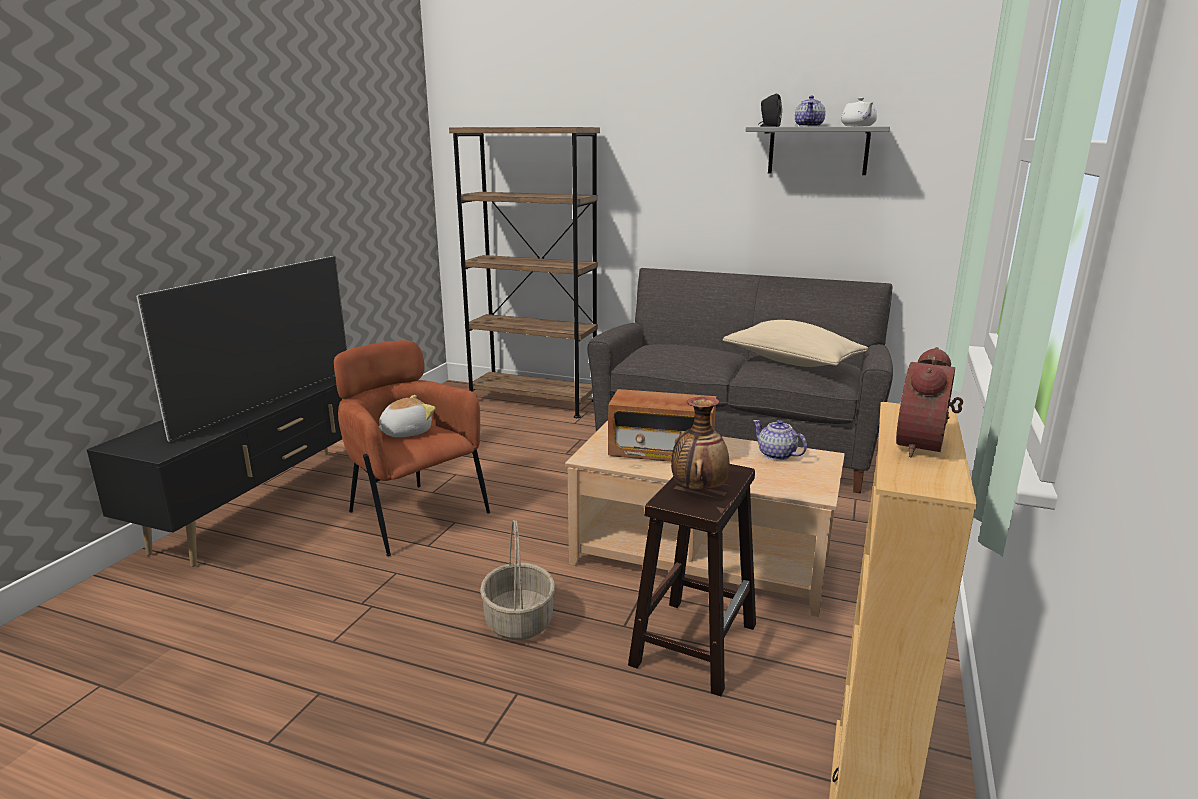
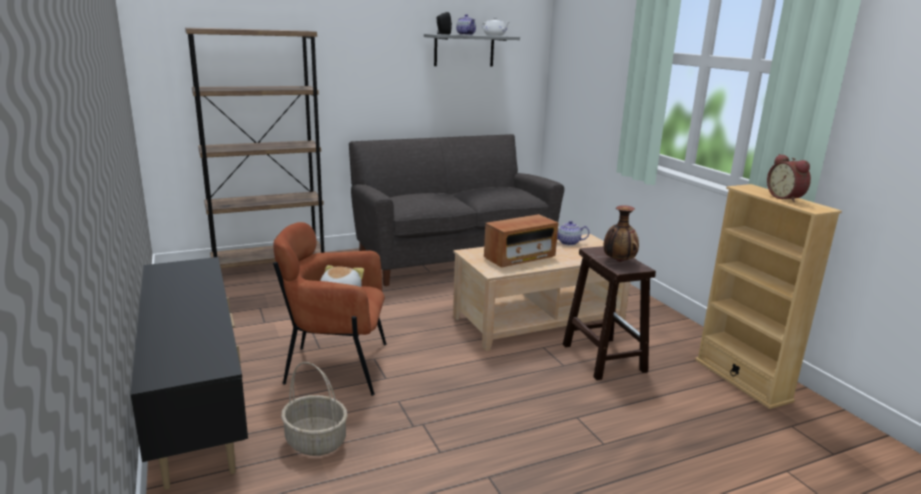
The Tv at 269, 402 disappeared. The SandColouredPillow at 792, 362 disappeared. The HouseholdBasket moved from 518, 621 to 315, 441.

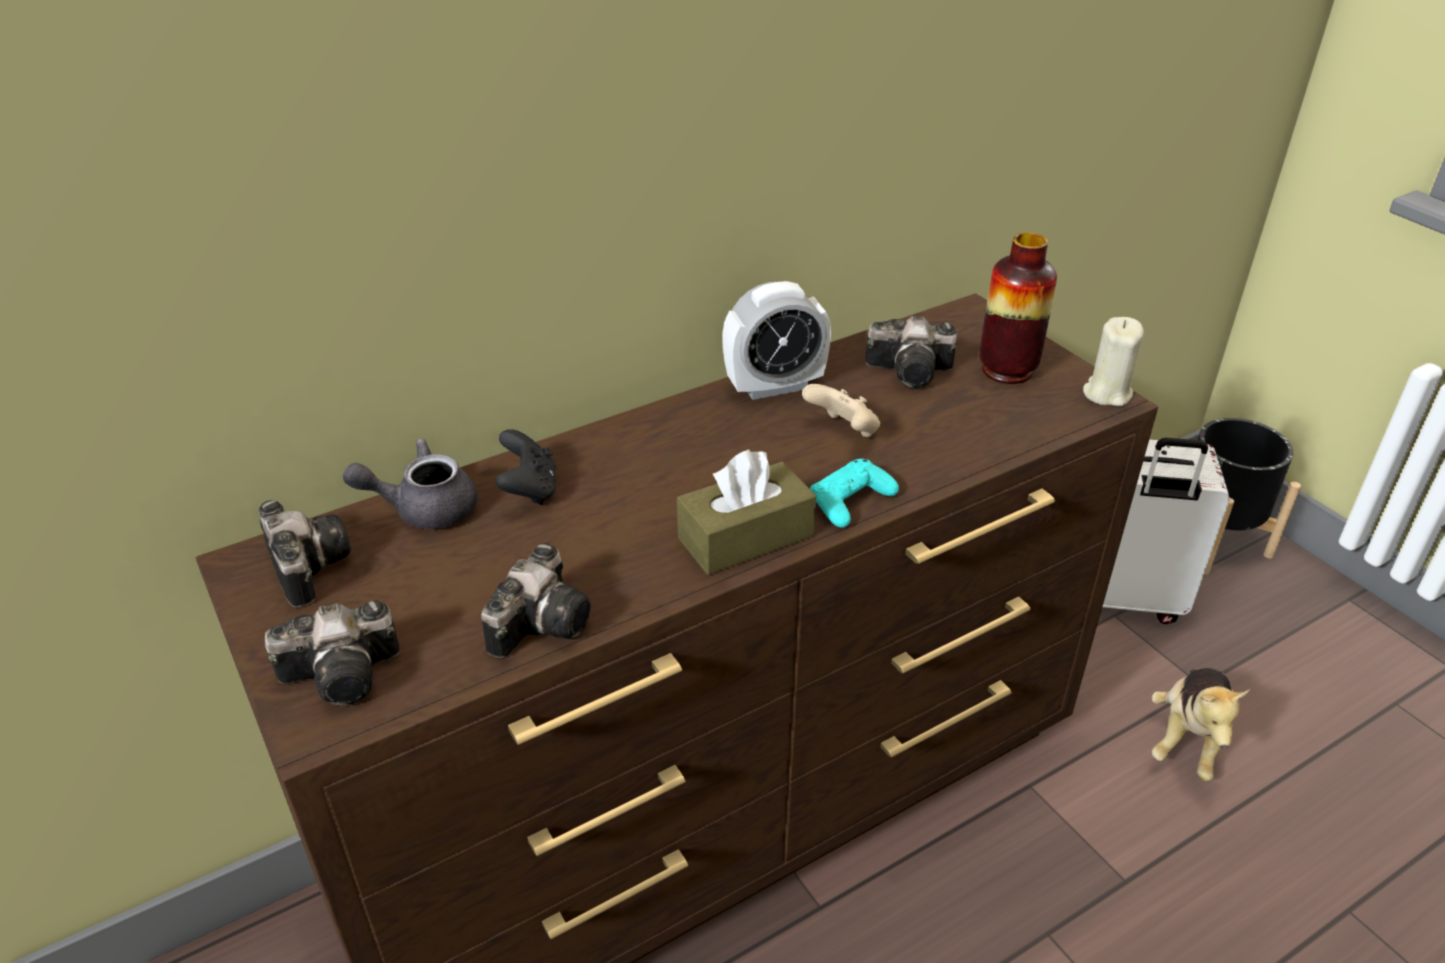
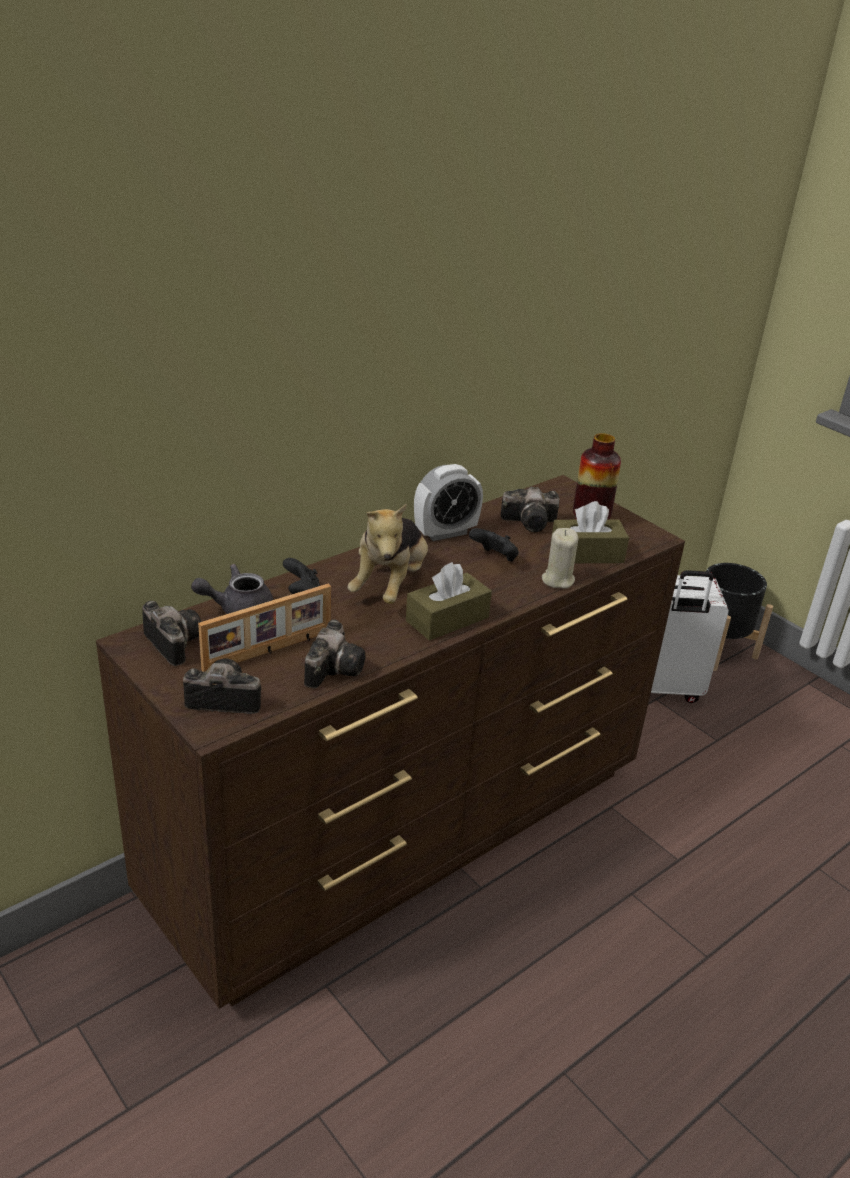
The SandColouredWaxCandle moved from 1106, 393 to 557, 580. The SandColouredJoypad at 843, 431 became the BlackJoypad at 494, 558. The TurquoiseColouredJoypad at 850, 501 disappeared. The StillCamera at 347, 673 turned 150 degrees counterclockwise. The CuddlyToy moved from 1188, 739 to 390, 585. The BrownColouredTissueHolder at 586, 554 appeared. The PhotoFrame at 269, 651 appeared.

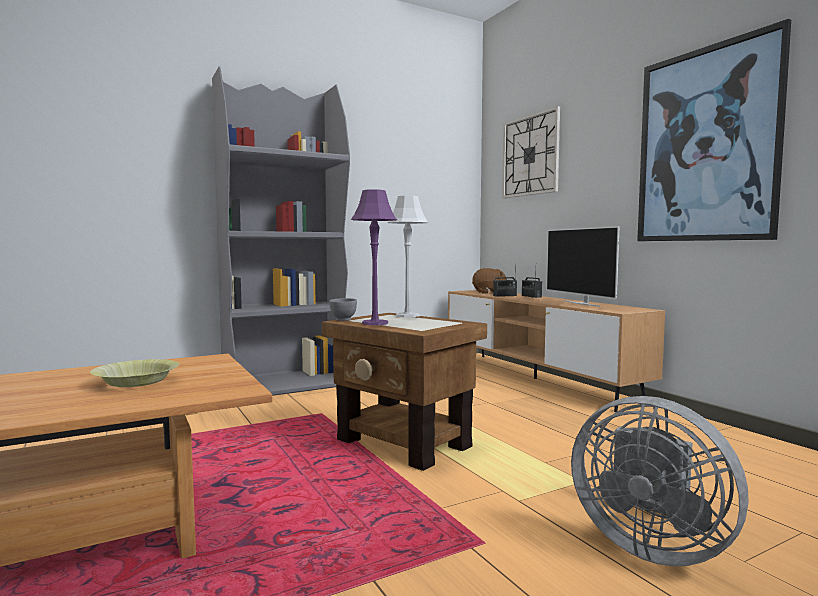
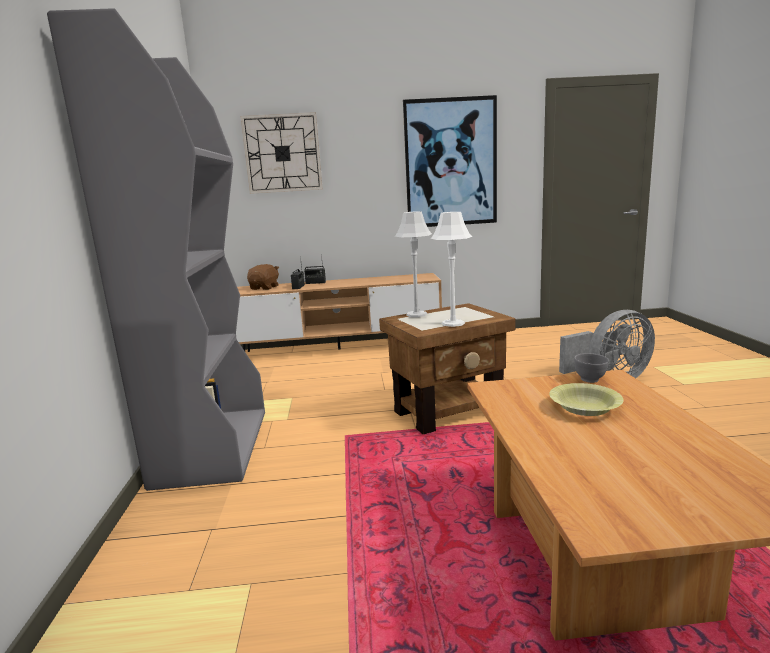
The PurplishLampForATable at 375, 323 became the WhiteColouredLampForATable at 453, 323. The Tv at 581, 303 disappeared. The GreyBowl moved from 343, 320 to 590, 380.

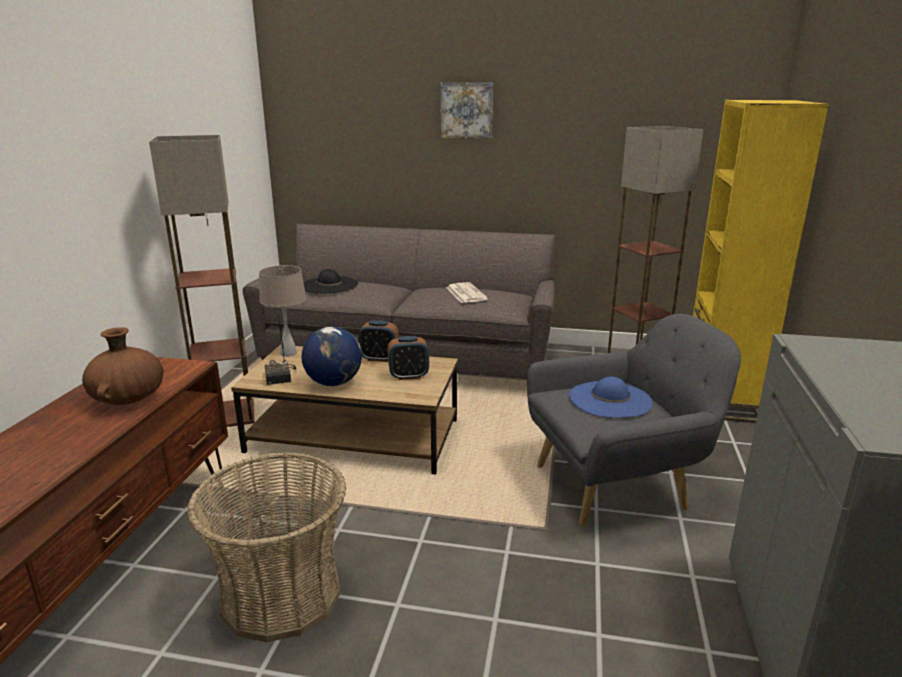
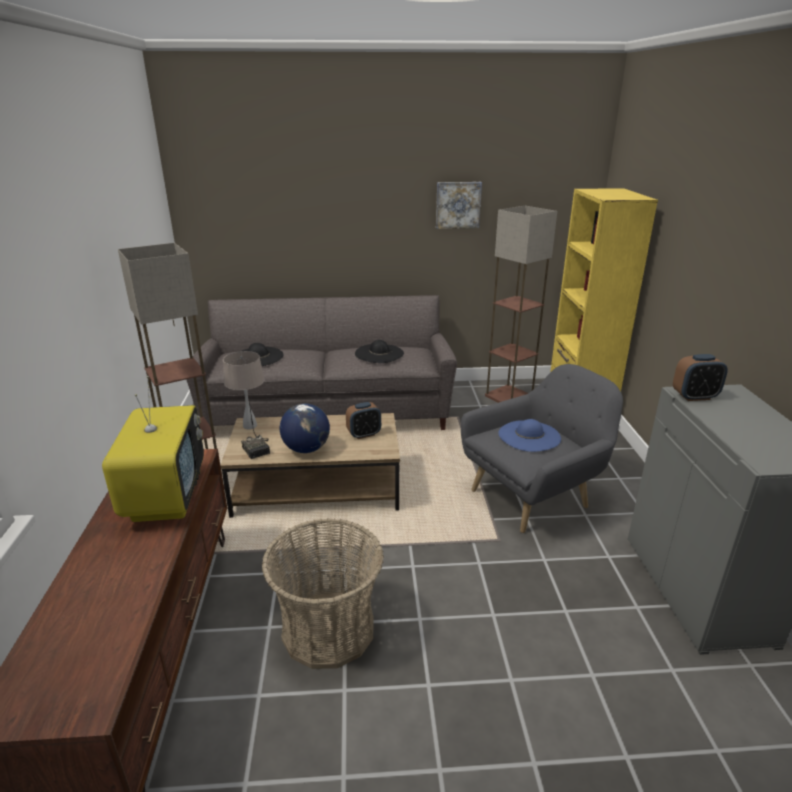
The WallPicture moved from 466, 110 to 458, 205. The DailyPaper at 465, 293 was replaced by the BlackClothingHat at 379, 353. The AlarmClock moved from 379, 358 to 694, 397. The BrownColouredFlowerVase at 128, 399 was replaced by the Tv at 166, 496.

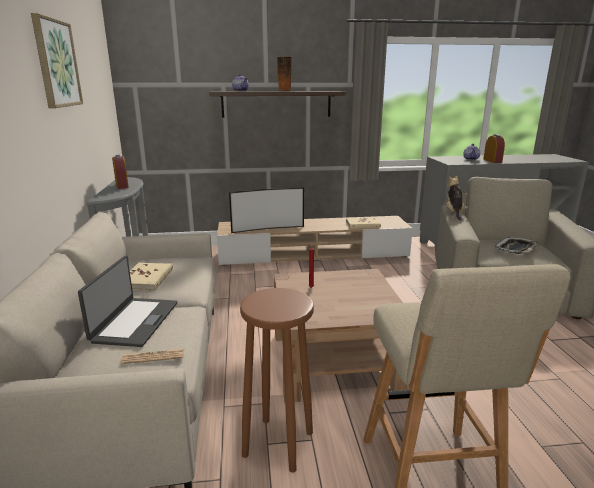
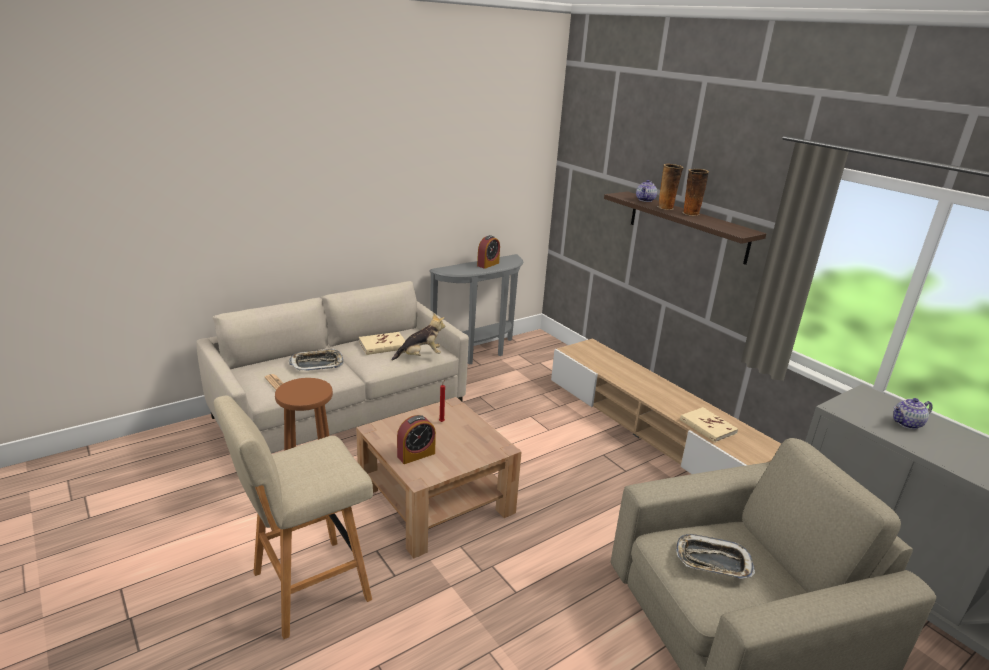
The WallPicture at 56, 63 disappeared. The AlarmClock moved from 492, 161 to 416, 455. The CuddlyToy moved from 454, 213 to 420, 356. The Tv at 267, 228 disappeared. The PortableComputer at 134, 321 was replaced by the ServingTray at 317, 364. The FlowerVase at 666, 208 appeared.

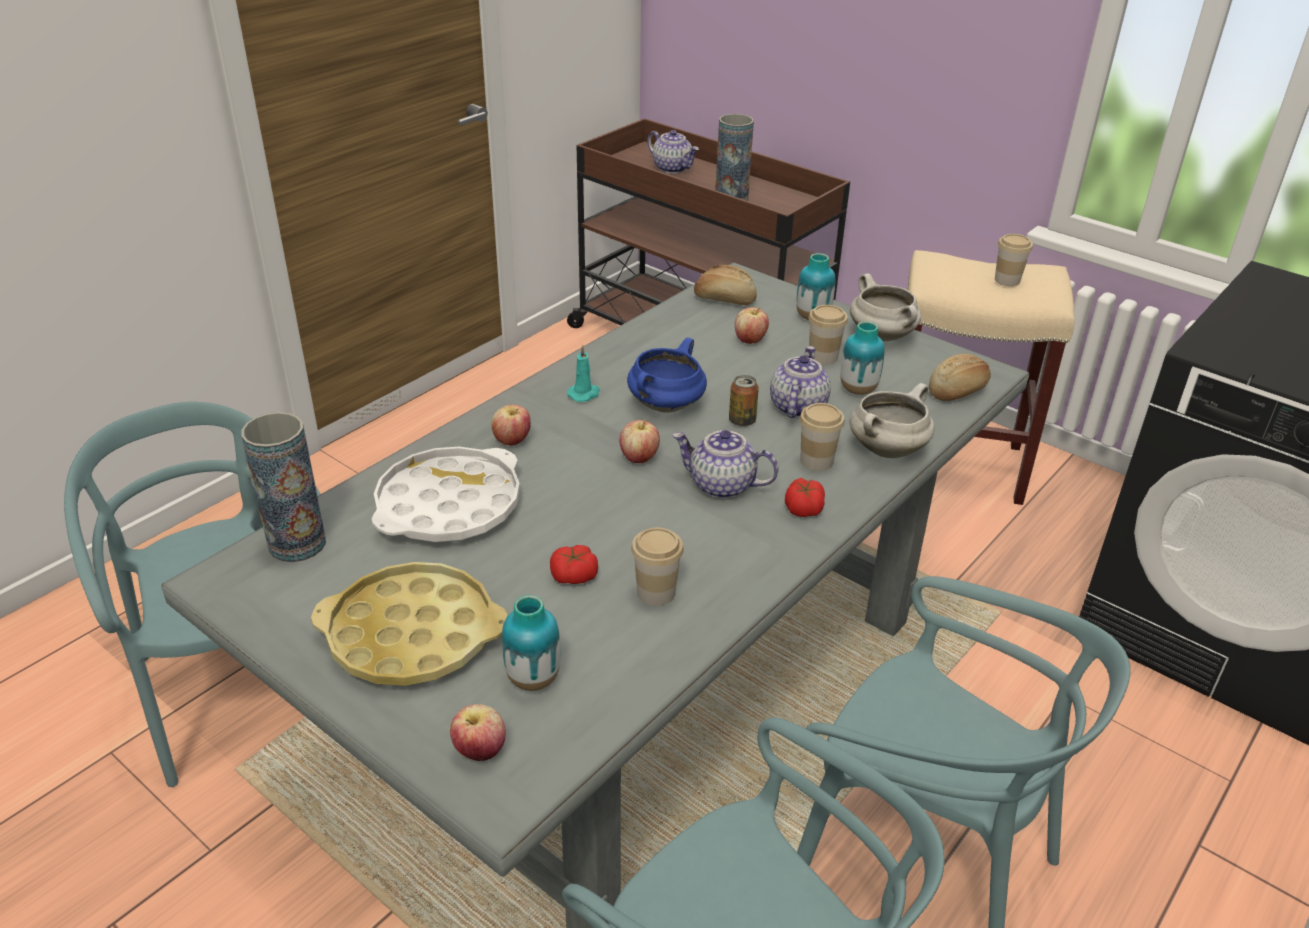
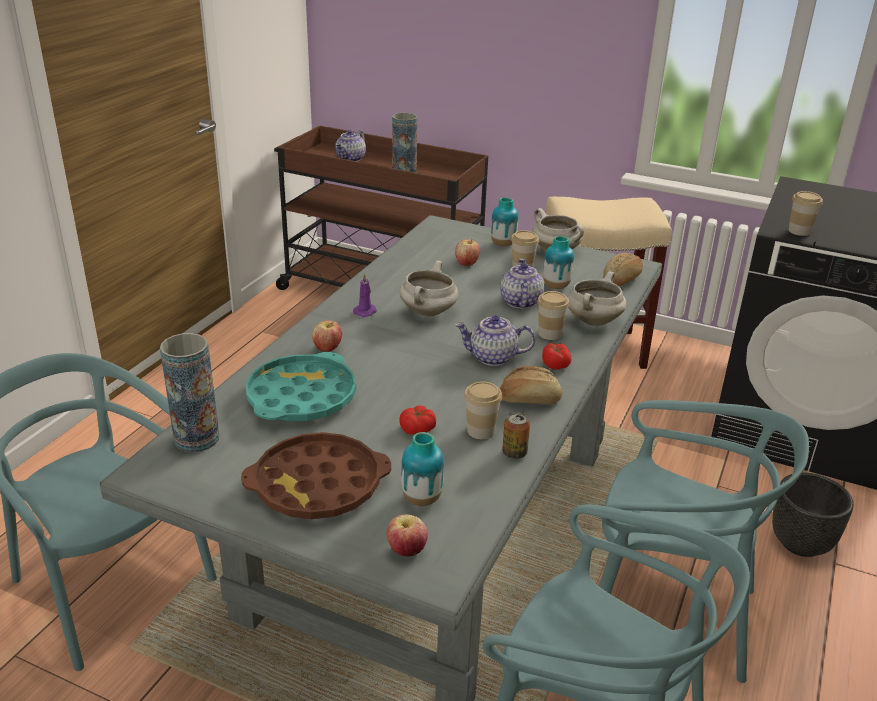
The TeaPot at 672, 168 turned 90 degrees clockwise. The DrinkingCup moved from 1007, 280 to 799, 231. The Bread moved from 725, 299 to 529, 399. The BlueSaucepot at 666, 406 became the WhiteColouredSaucepot at 428, 312. The TurquoiseColouredWaxCandle at 584, 394 became the PurplishWaxCandle at 365, 311. The SealedCan moved from 742, 421 to 514, 453. The AppleFruit at 639, 457 disappeared. The WhiteColouredServingTray at 448, 505 became the TurquoiseColouredServingTray at 301, 397. The YellowColouredServingTray at 412, 635 became the BrownColouredServingTray at 318, 485. The BlackFlowerPot at 801, 543 appeared.

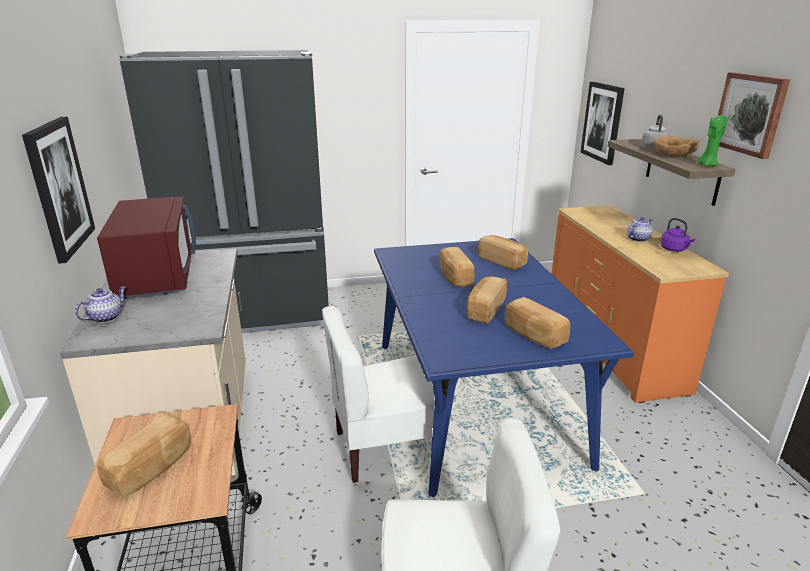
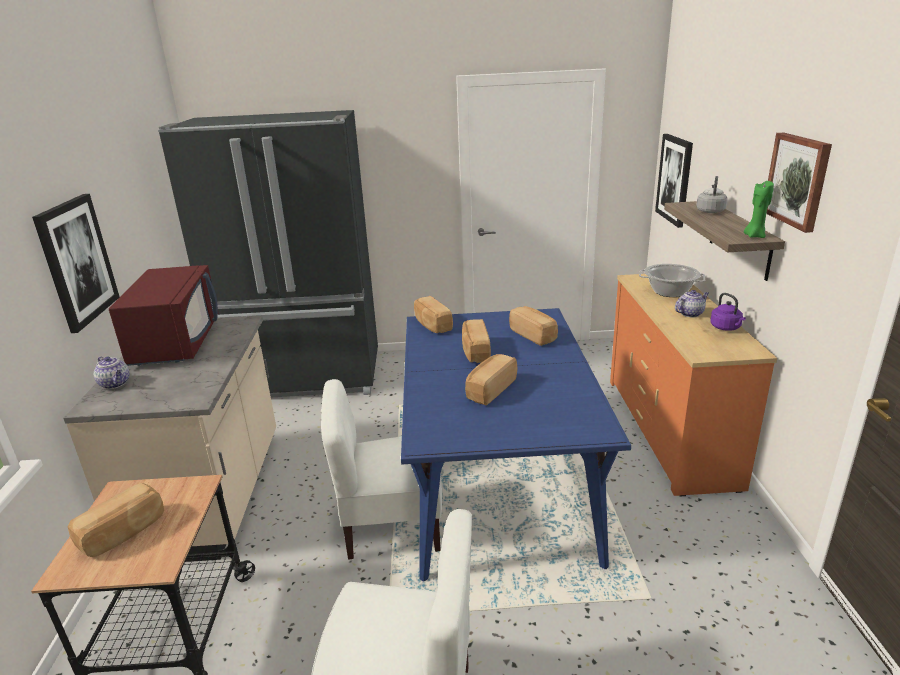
The BrownColouredBowl at 673, 155 disappeared. The TeaPot at 106, 317 turned 90 degrees clockwise. The Bread moved from 534, 335 to 432, 325. The Saucepot at 670, 292 appeared.

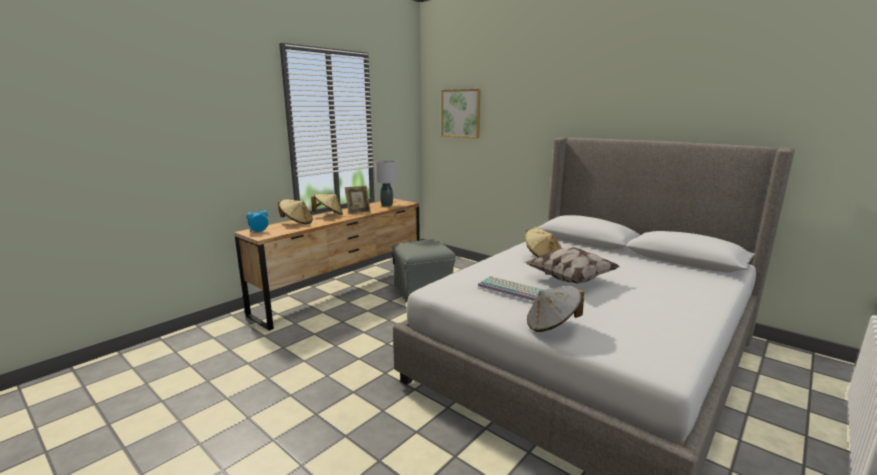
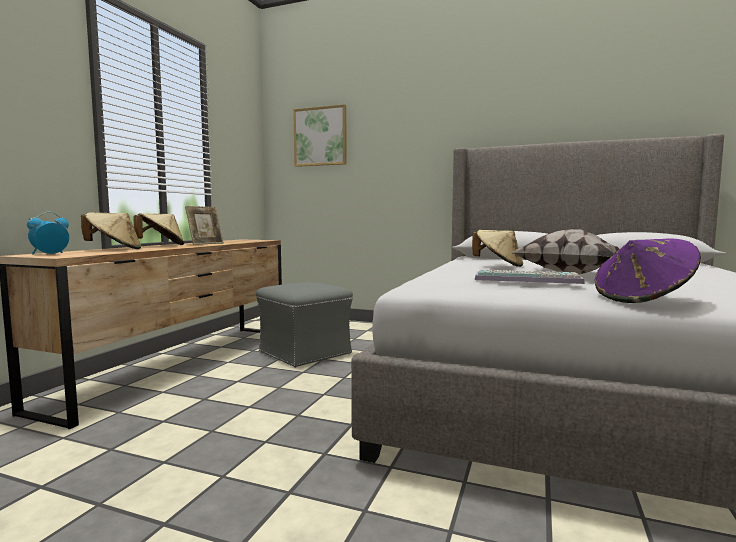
The GreyLampForATable at 387, 205 disappeared. The GreyClothingHat at 552, 325 became the PurplishClothingHat at 643, 299.

